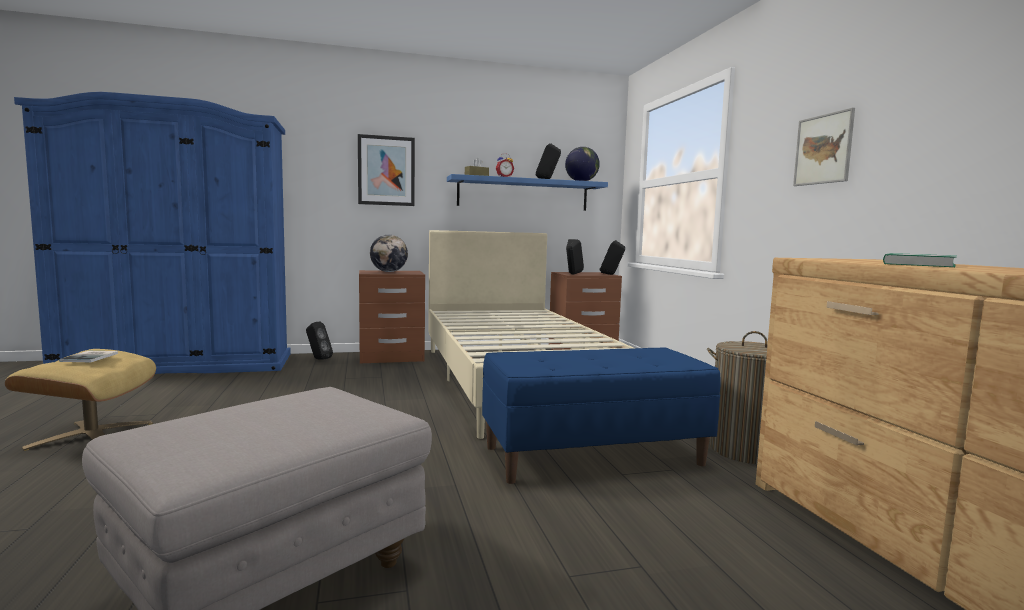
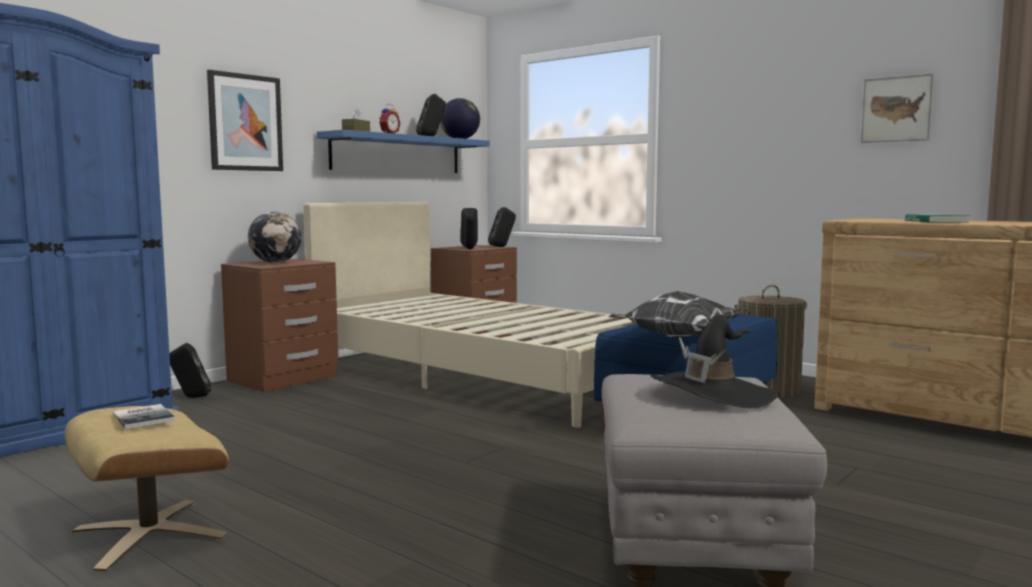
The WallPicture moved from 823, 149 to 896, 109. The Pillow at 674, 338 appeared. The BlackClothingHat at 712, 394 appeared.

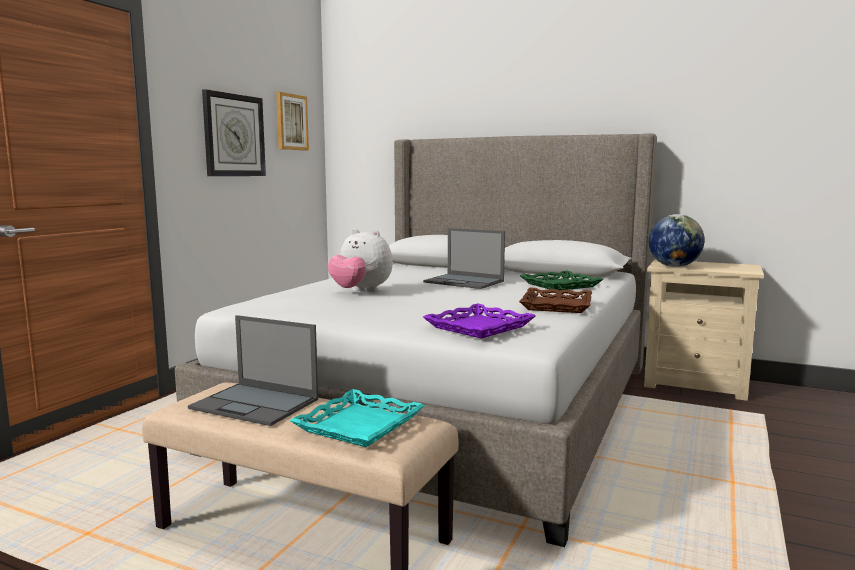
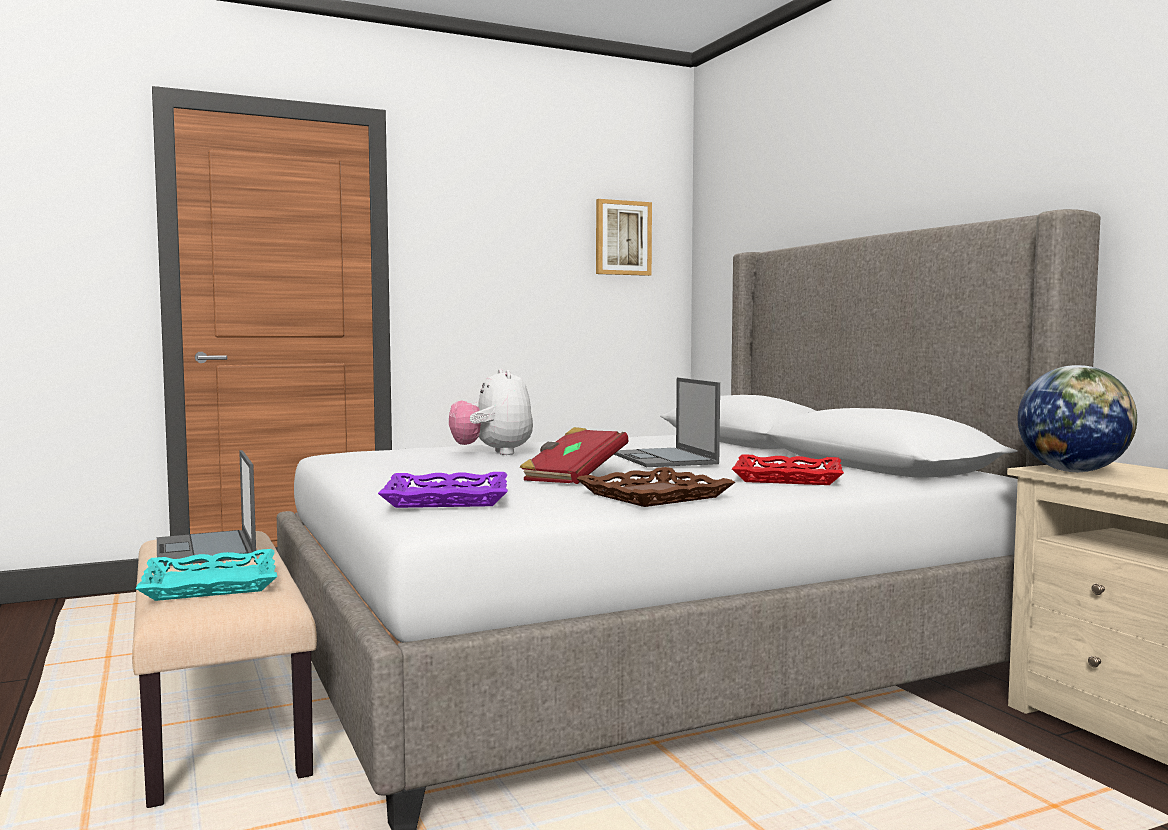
The WallClock at 234, 135 disappeared. The GreenColouredServingTray at 560, 285 became the RedColouredServingTray at 788, 477. The RedColouredBook at 573, 477 appeared.

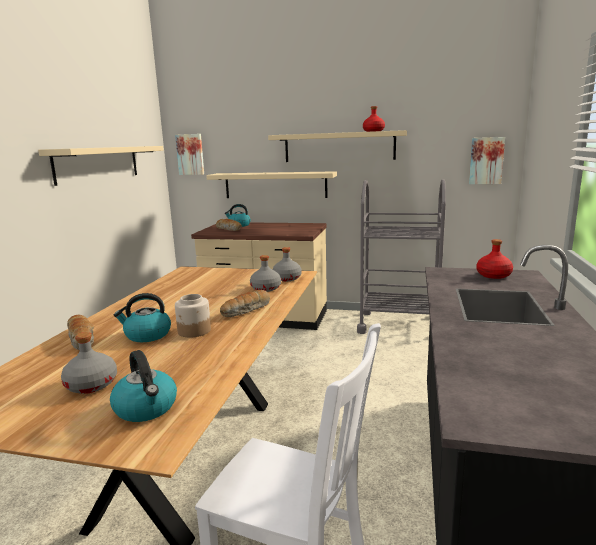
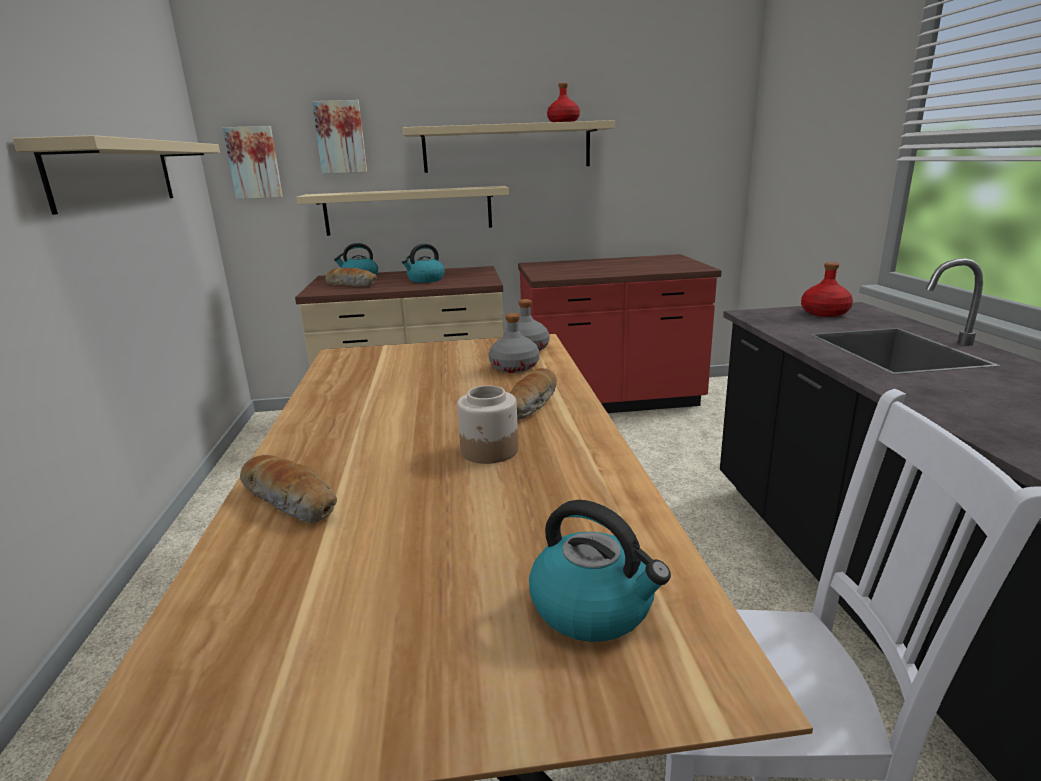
The WallPicture moved from 486, 160 to 340, 137. The GreyTrolley at 399, 324 was replaced by the RedColouredCounter at 610, 401. The WaterKettle moved from 147, 335 to 425, 280. The GreyDrinkBottle at 92, 384 disappeared.

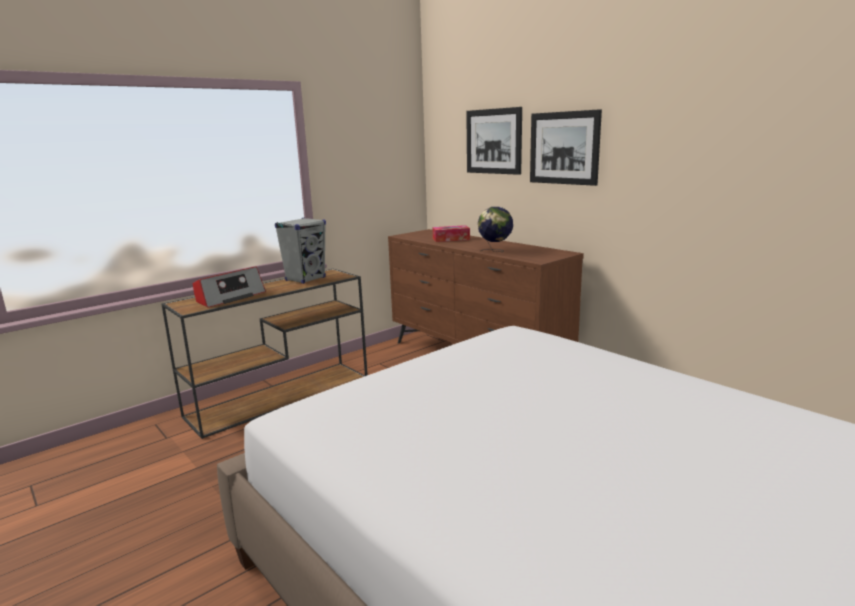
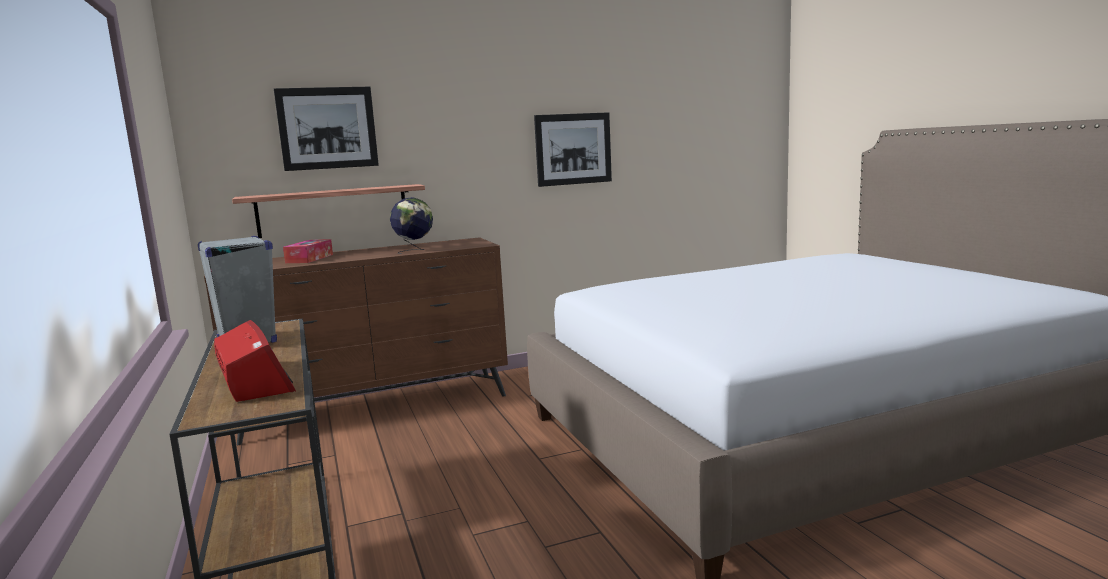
The WallPicture moved from 564, 148 to 573, 149. The Shelf at 333, 210 appeared.

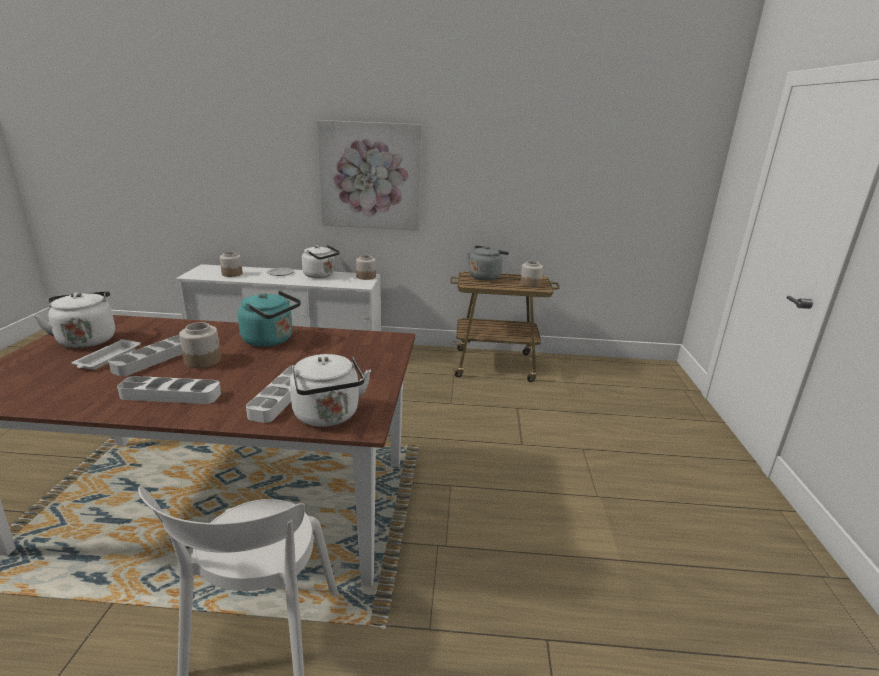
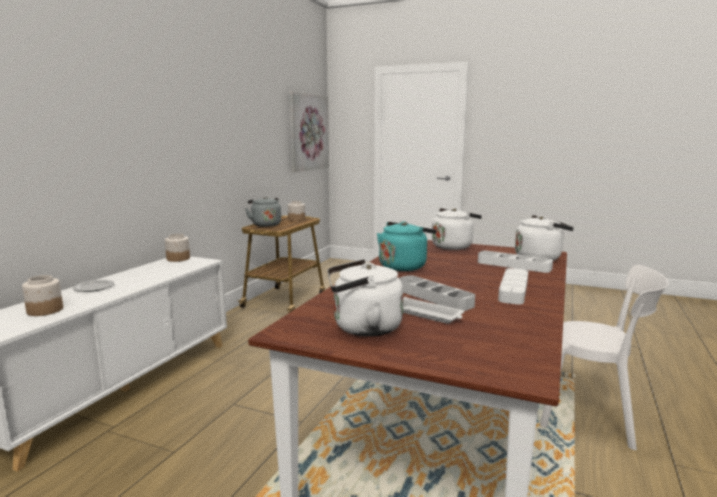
The WallPicture moved from 370, 176 to 308, 132. The WhiteColouredWaterKettle moved from 321, 275 to 453, 246. The PreserveJar at 203, 360 disappeared.

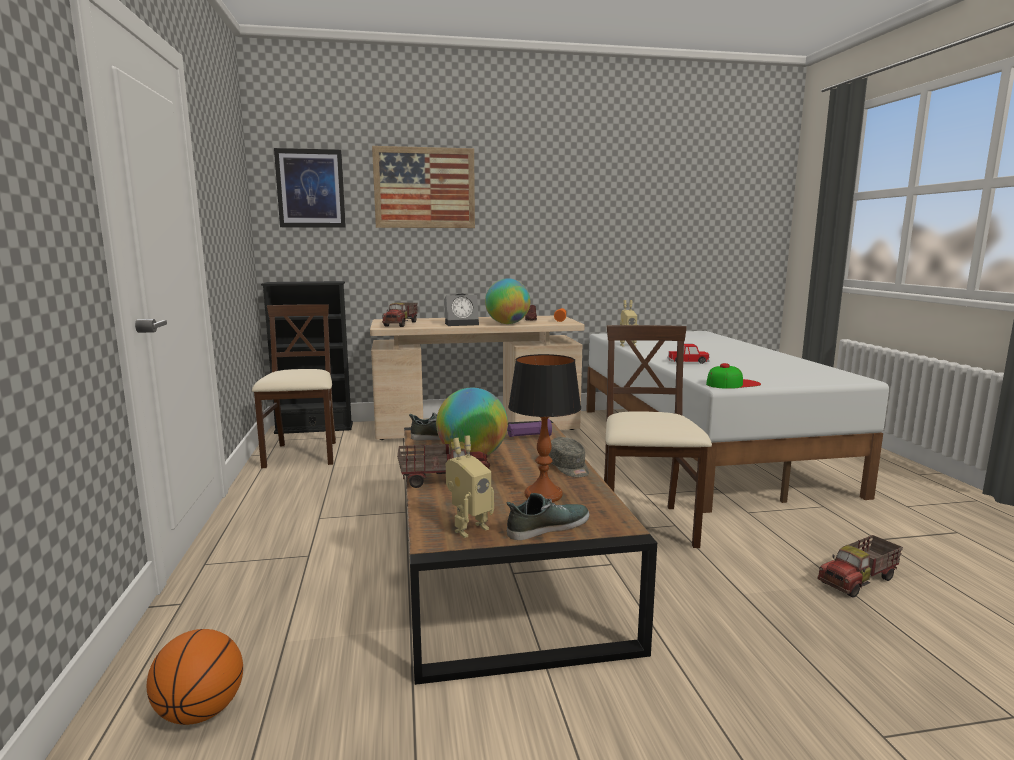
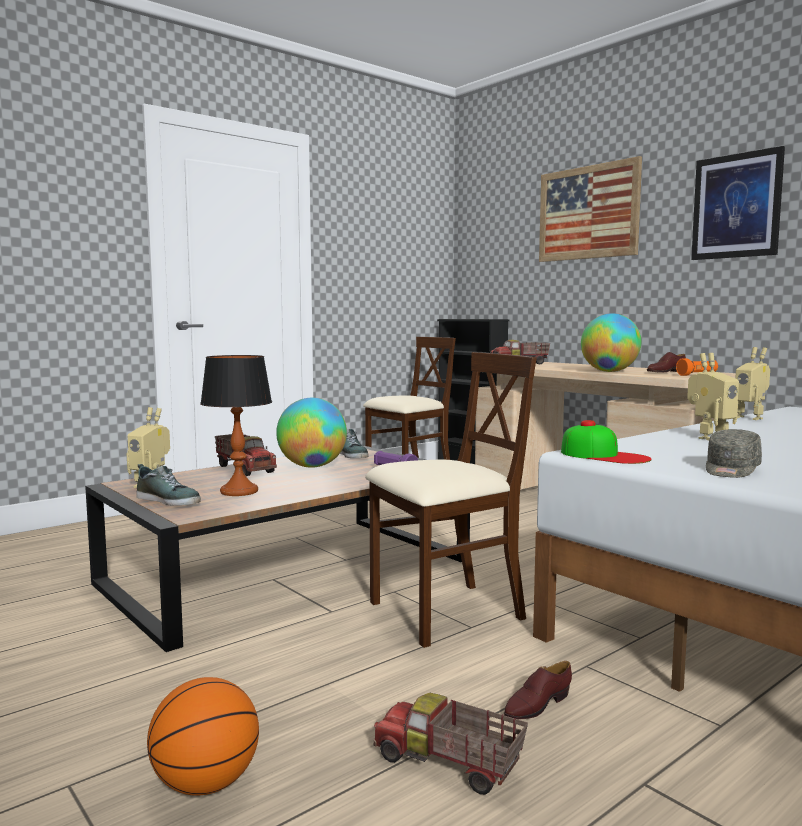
The WallPicture moved from 310, 188 to 736, 206. The AlarmClock at 462, 324 disappeared. The ModelCar at 688, 361 was replaced by the ModelRobot at 709, 437. The GreyCap moved from 569, 468 to 731, 470. The BasketballBall moved from 201, 712 to 206, 784. The BrownColouredLowShoe at 537, 705 appeared.

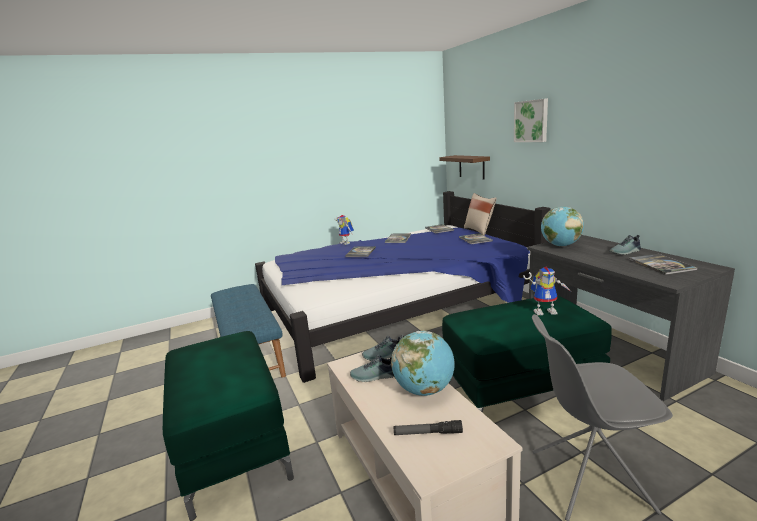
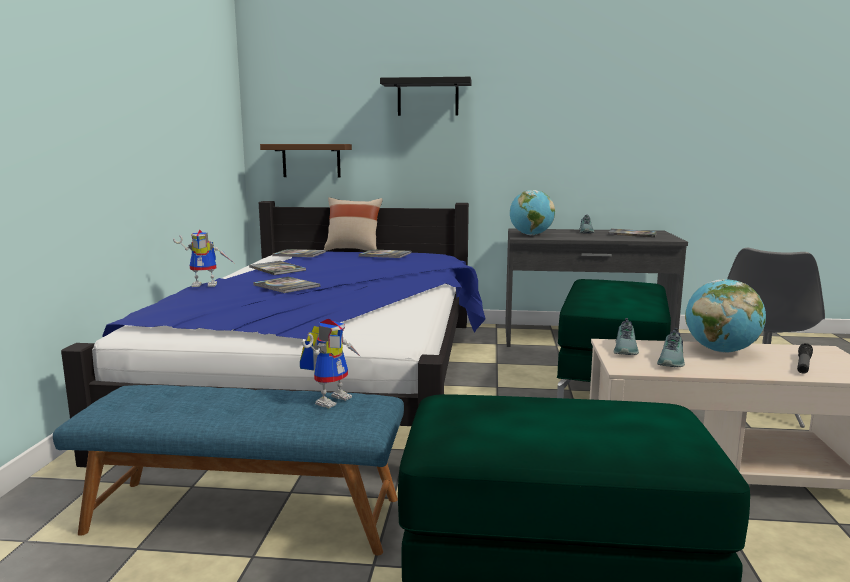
The WallPicture at 531, 121 was replaced by the BlackShelf at 428, 98. The ModelRobot moved from 546, 311 to 331, 398.

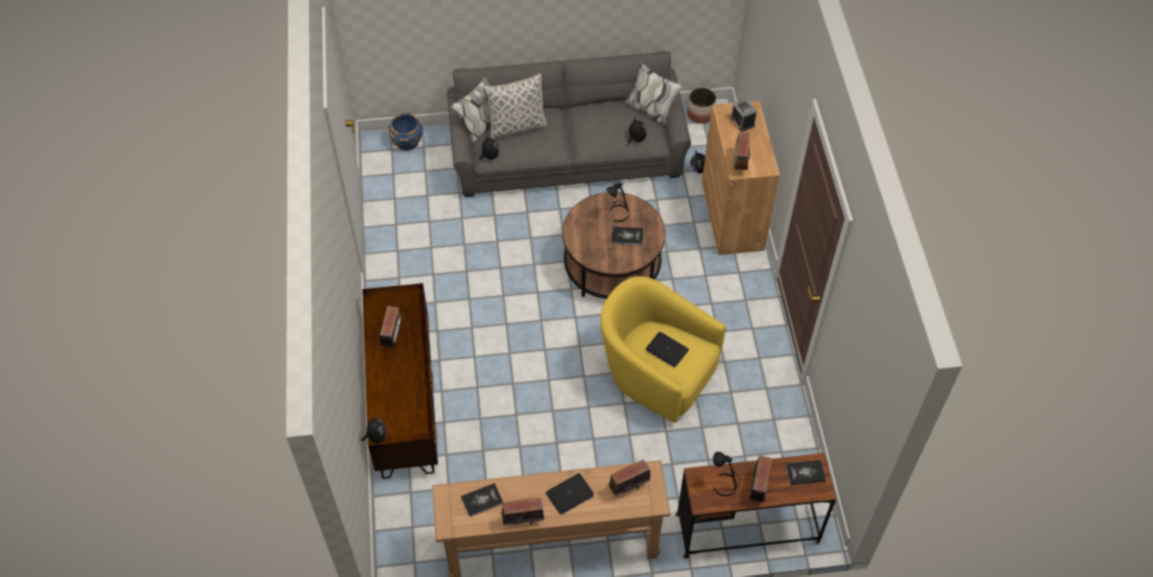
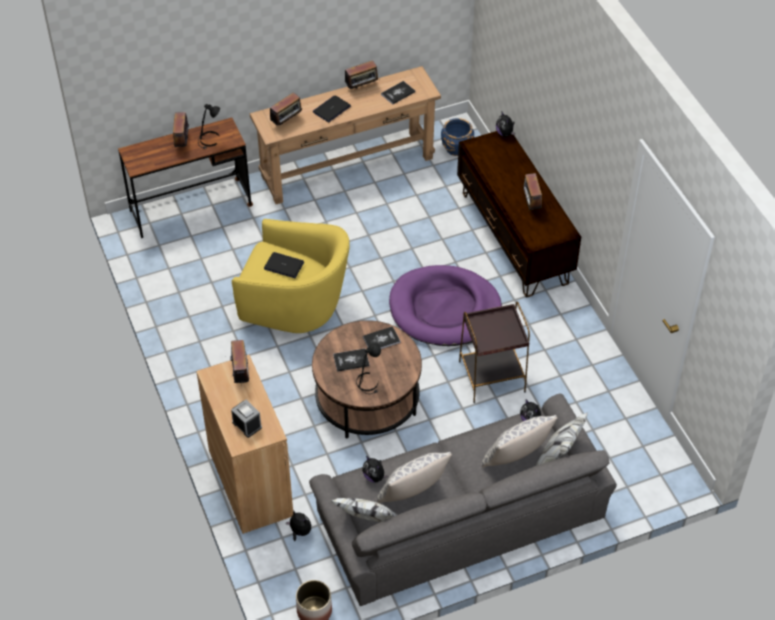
The BlueFlowerPot moved from 407, 142 to 456, 148. The Book moved from 805, 473 to 381, 340. The PurplishDogBed at 445, 309 appeared. The BrownColouredEndTable at 491, 376 appeared. The Pillow at 412, 495 appeared.

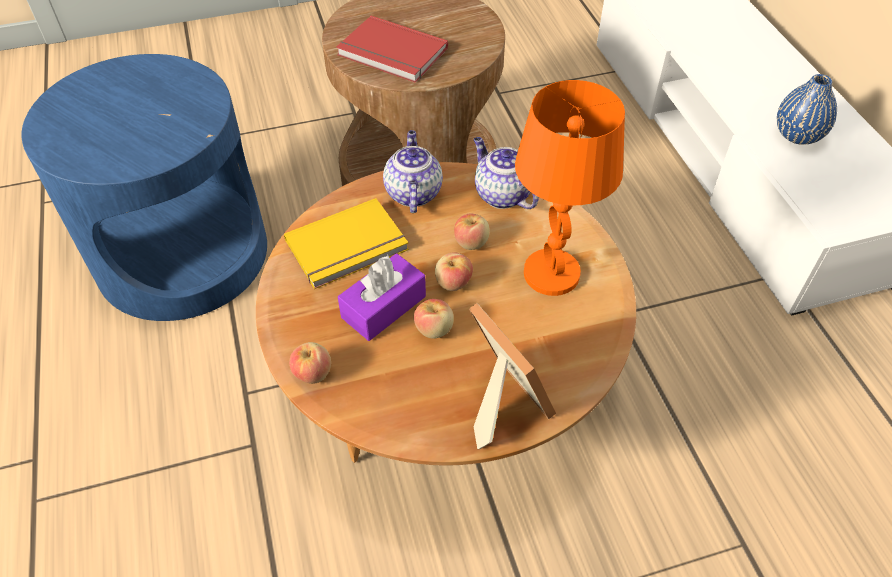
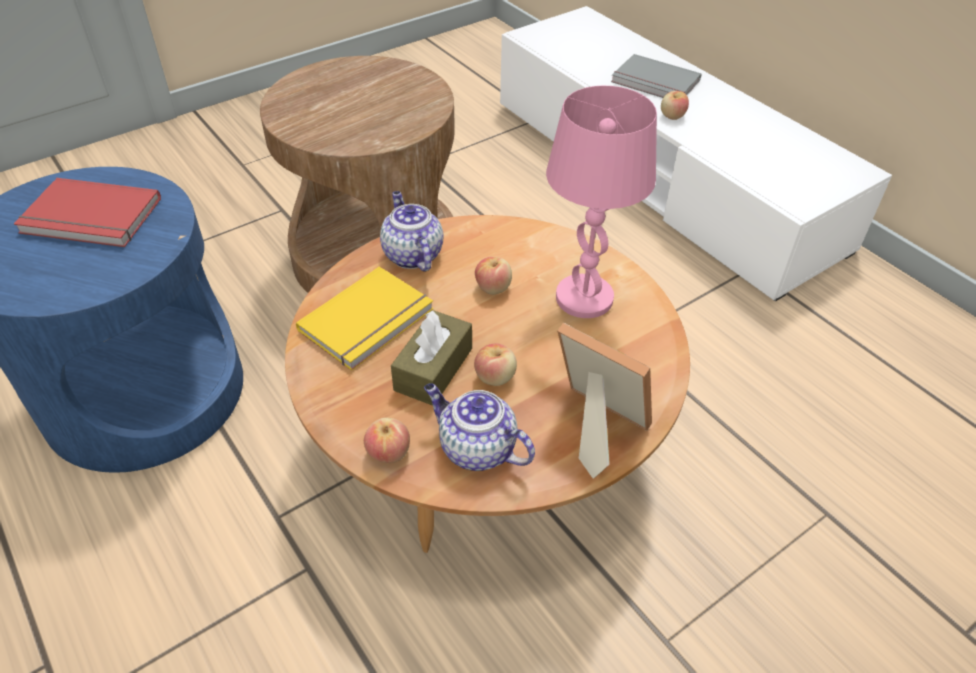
The RedColouredBook moved from 391, 54 to 90, 218. The BlueFlowerVase at 797, 135 disappeared. The OrangeLampForATable at 552, 274 became the PinkishLampForATable at 585, 298. The TeaPot moved from 501, 194 to 475, 449. The AppleFruit moved from 453, 282 to 672, 116. The PurplishTissueHolder at 384, 307 became the BrownColouredTissueHolder at 433, 369. The GreyBook at 654, 82 appeared.

